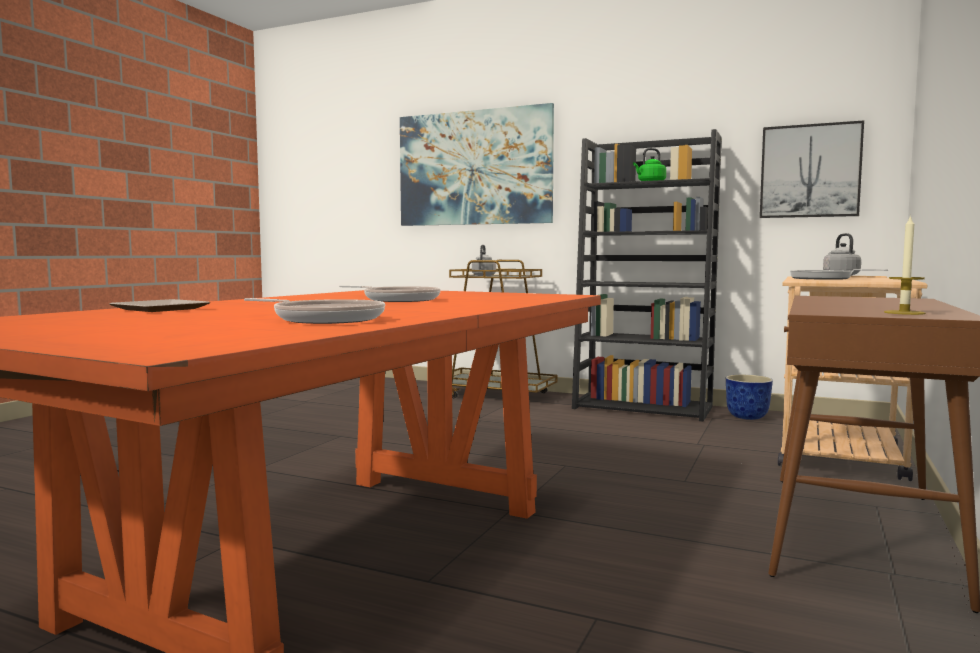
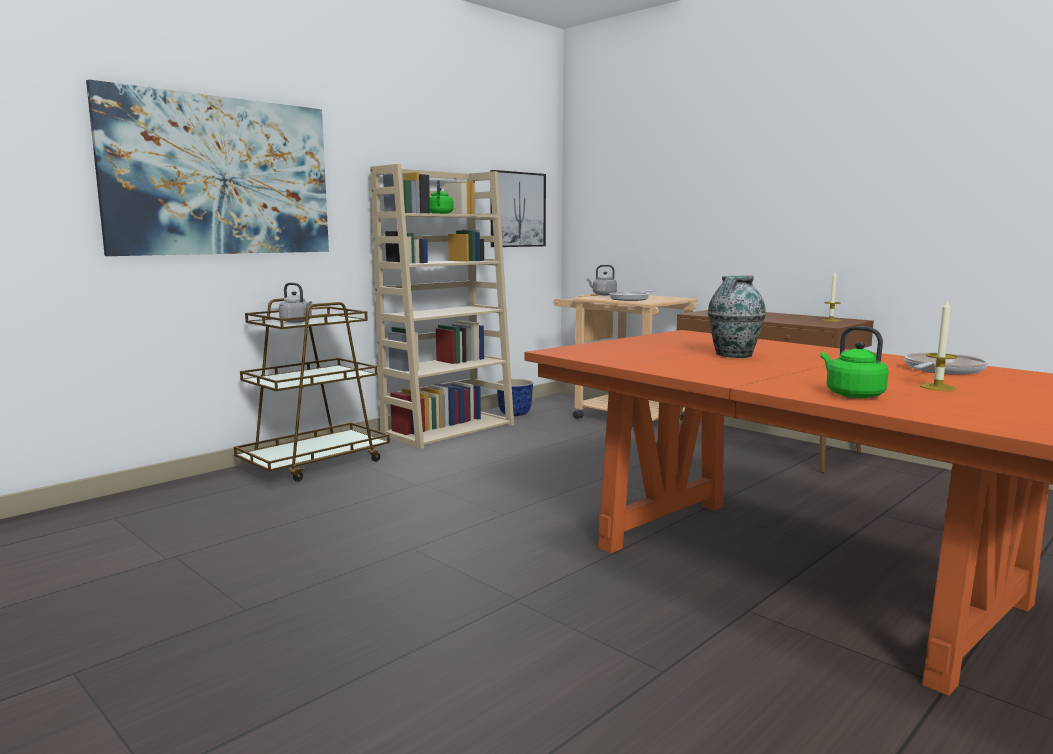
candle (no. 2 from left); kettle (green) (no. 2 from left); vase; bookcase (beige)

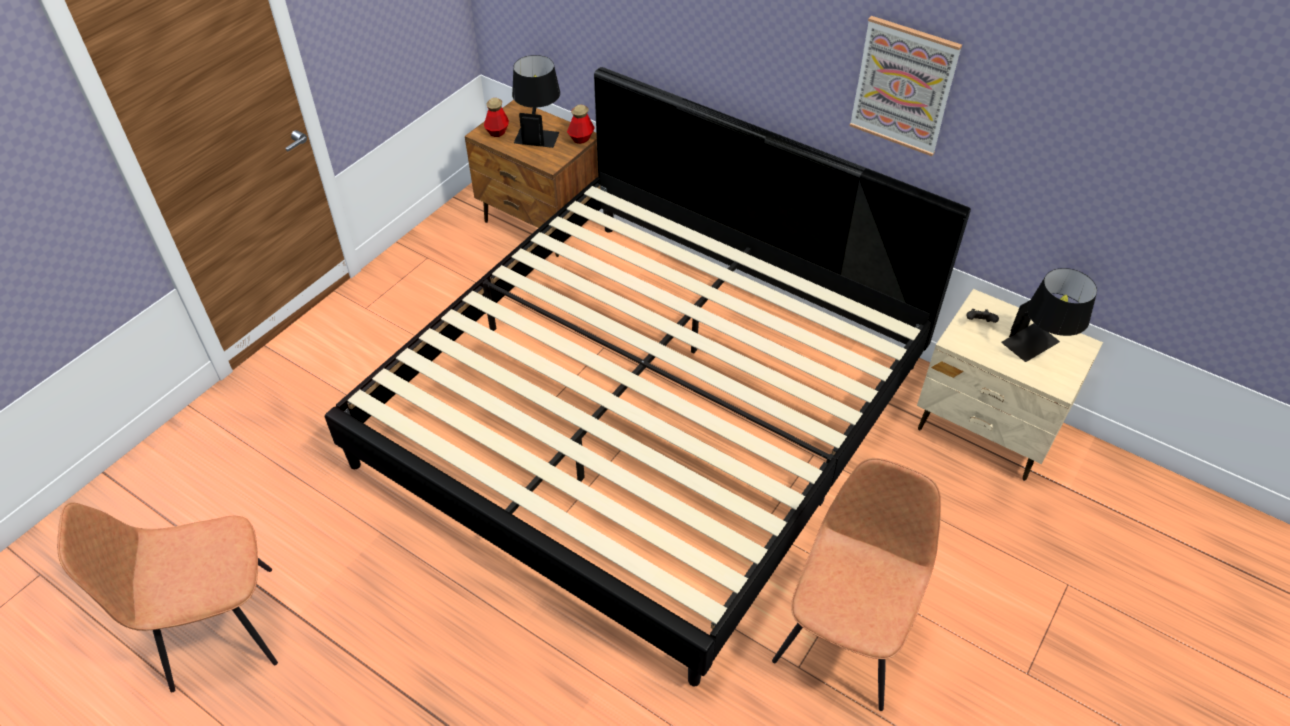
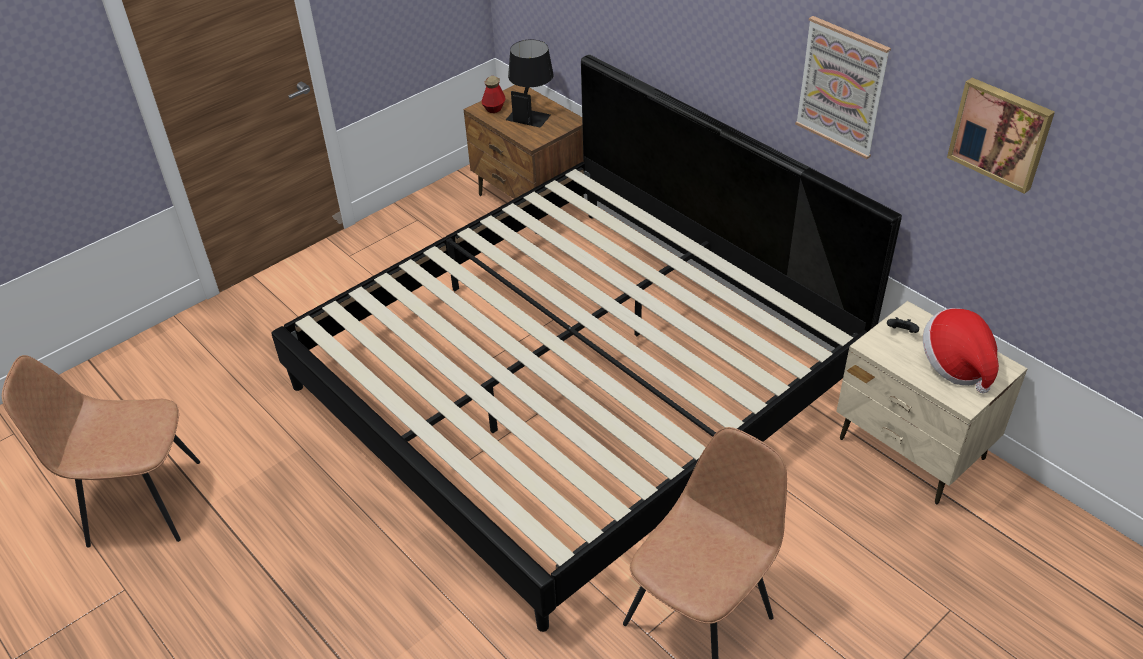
bottle (no. 2 from left in the first image); picture (no. 2 from left); hat

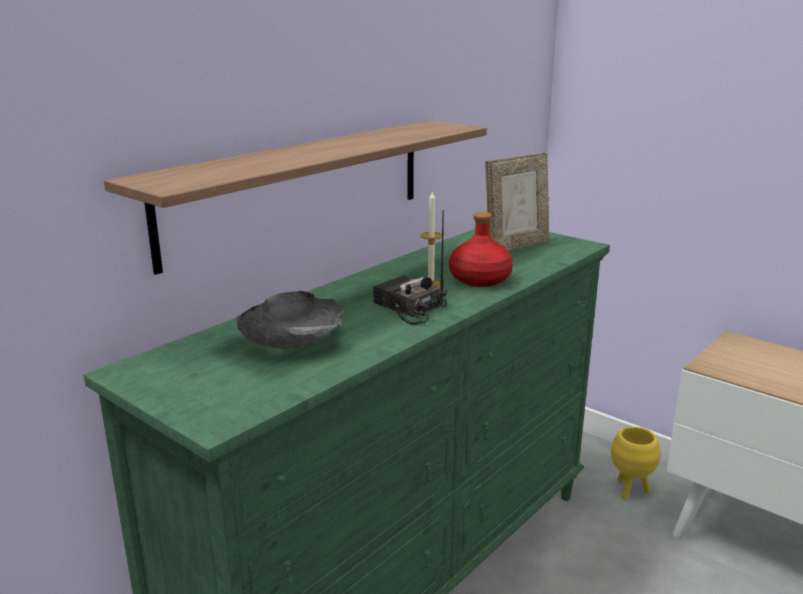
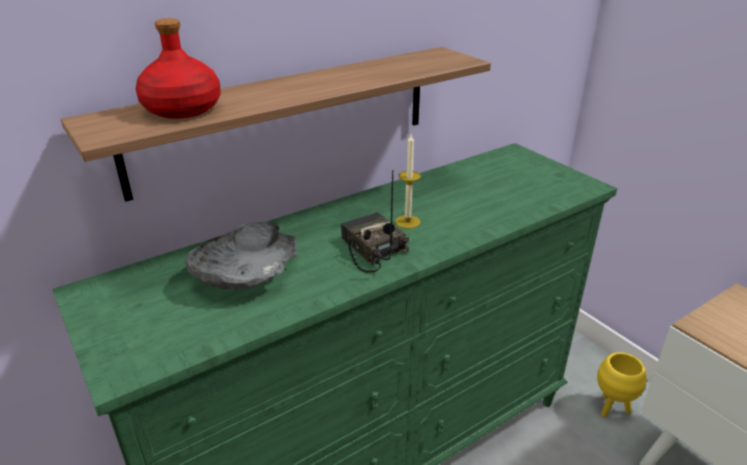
picture frame; bottle (red)

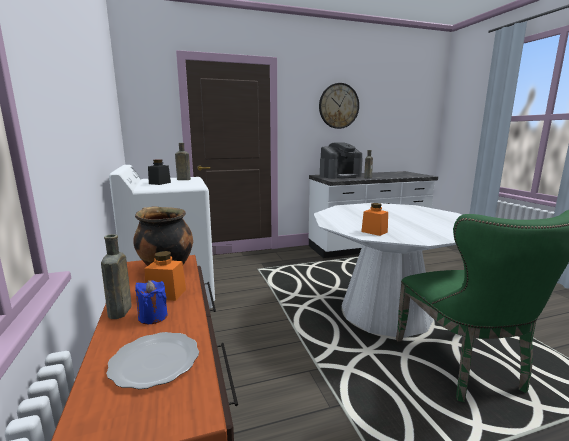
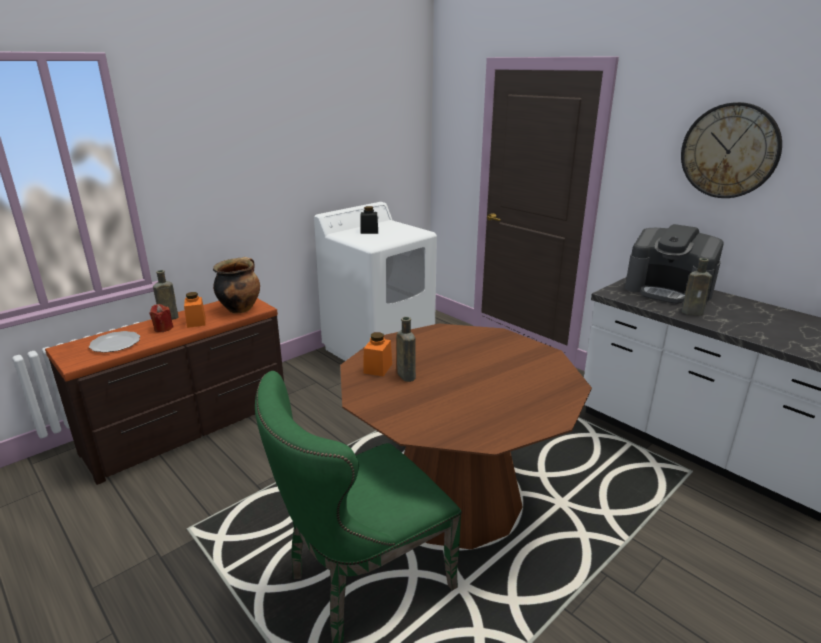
bottle (brown) (no. 2 from left); candle (red); dining table (brown)

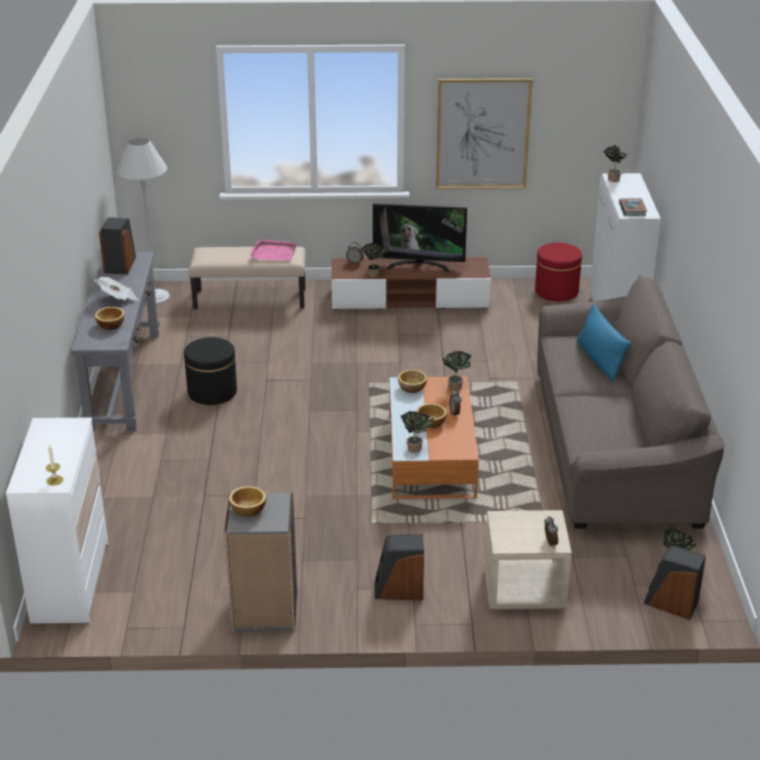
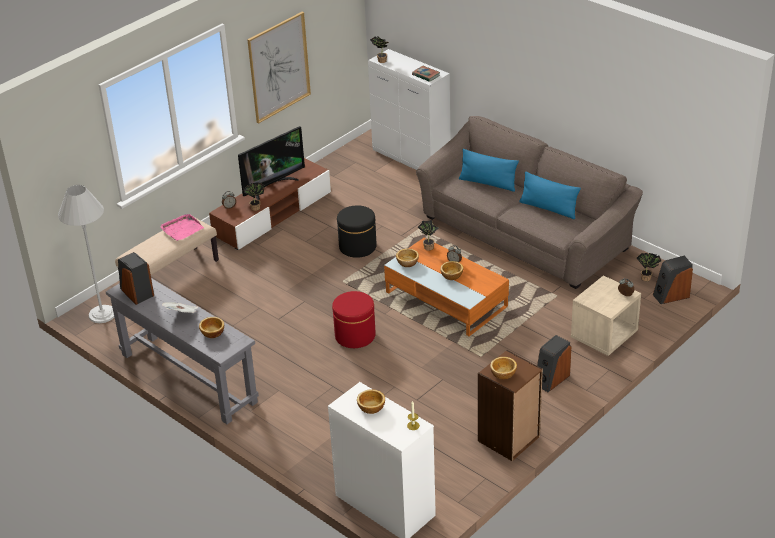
potted plant (no. 2 from left in the first image); bowl (no. 2 from left); pillow (blue) (no. 2 from left); ottoman (black); ottoman (red); bookcase (brown)

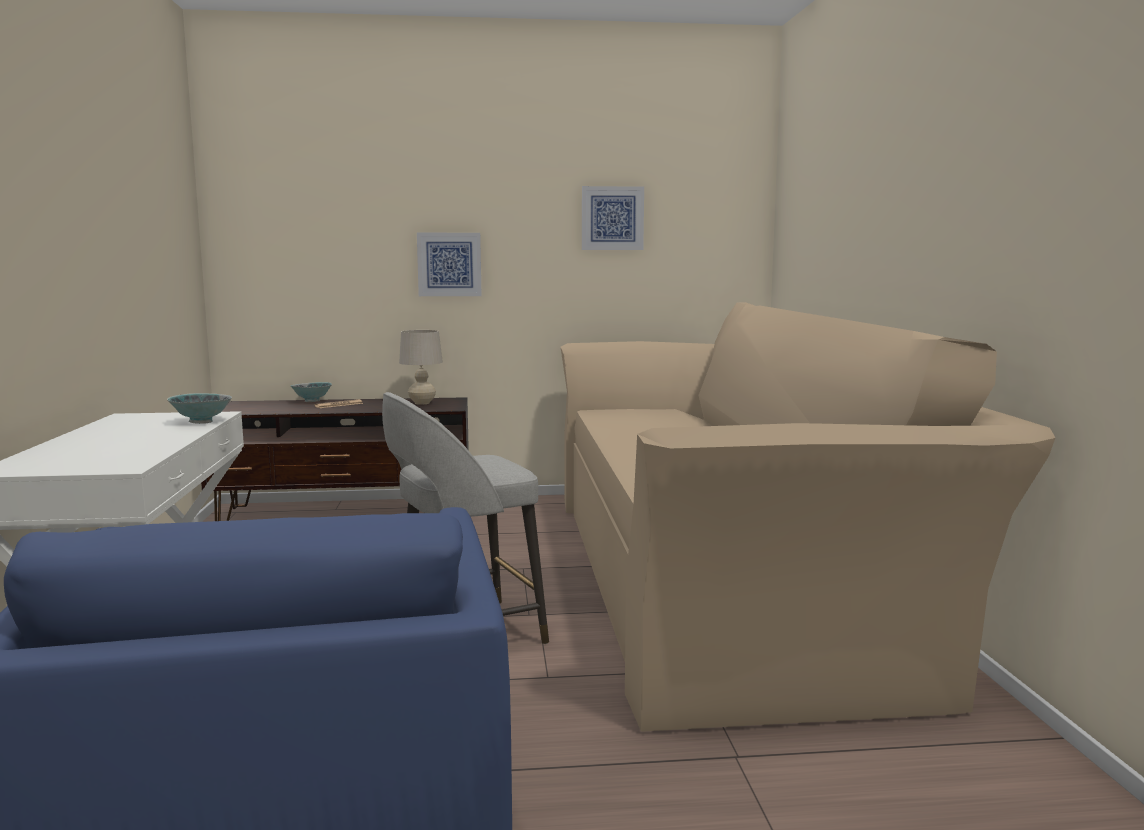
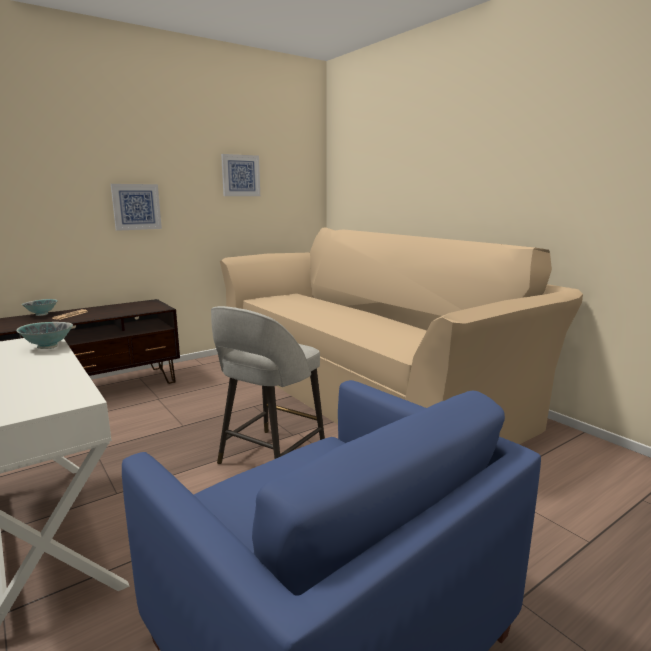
table lamp (beige)

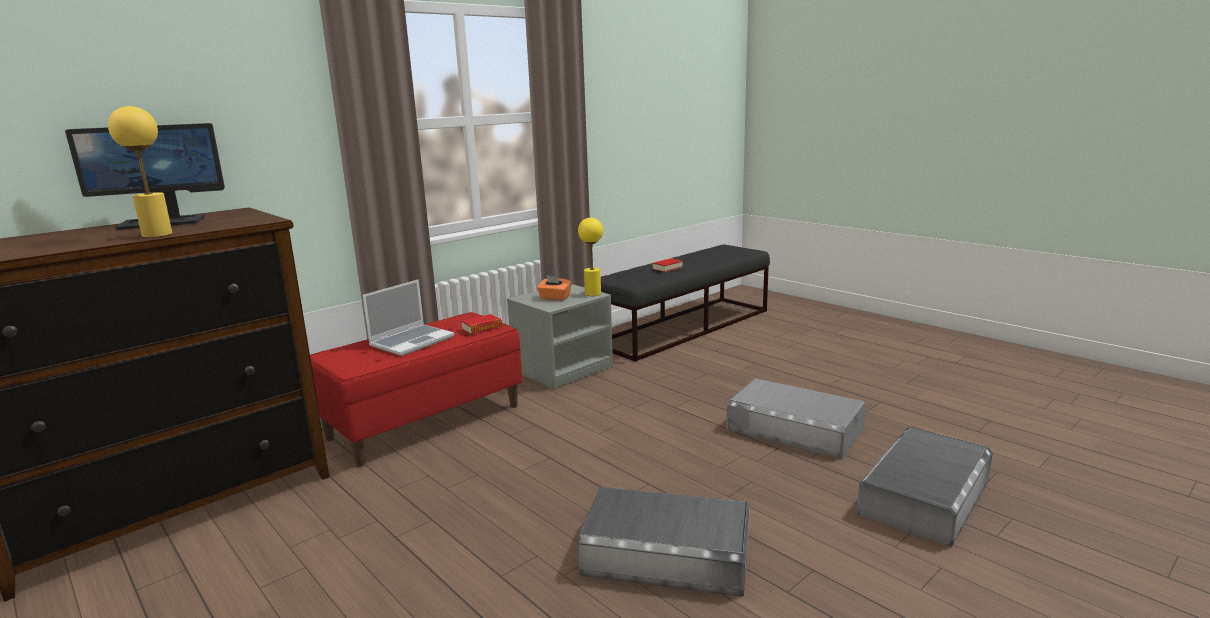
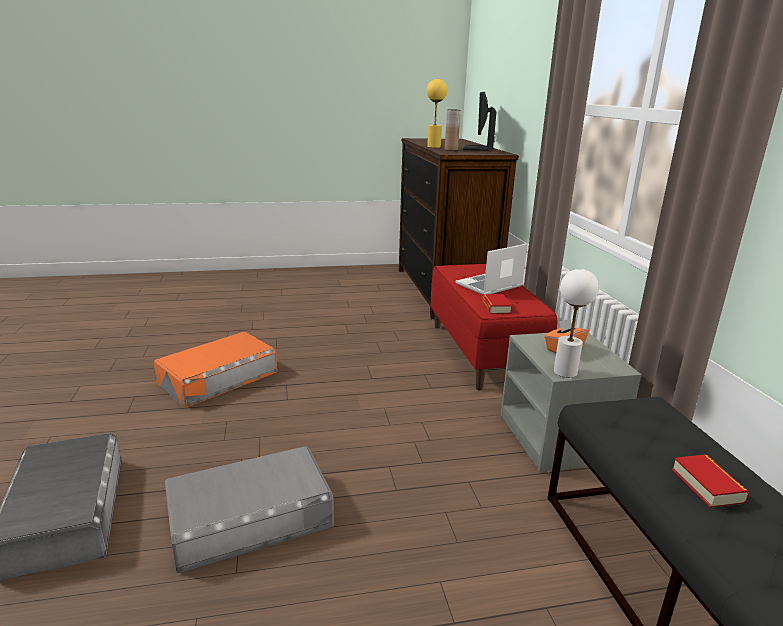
vase (brown); storage box (orange); table lamp (white); laptop

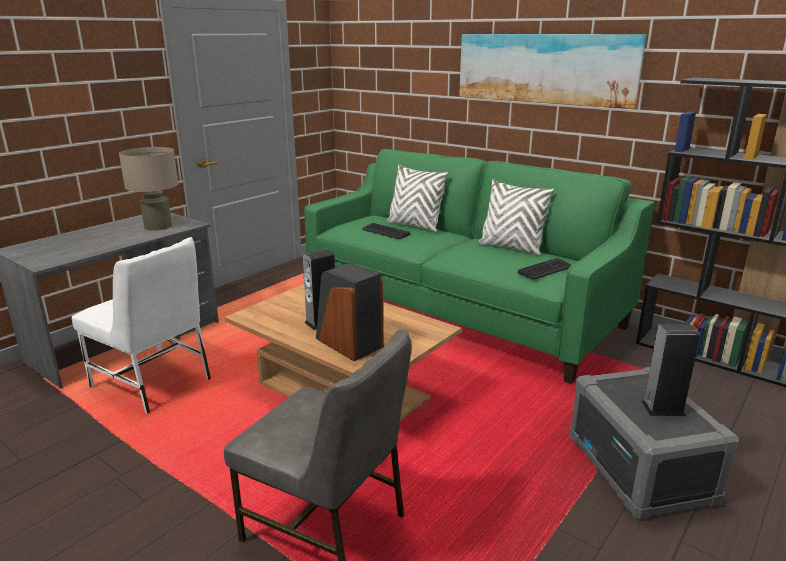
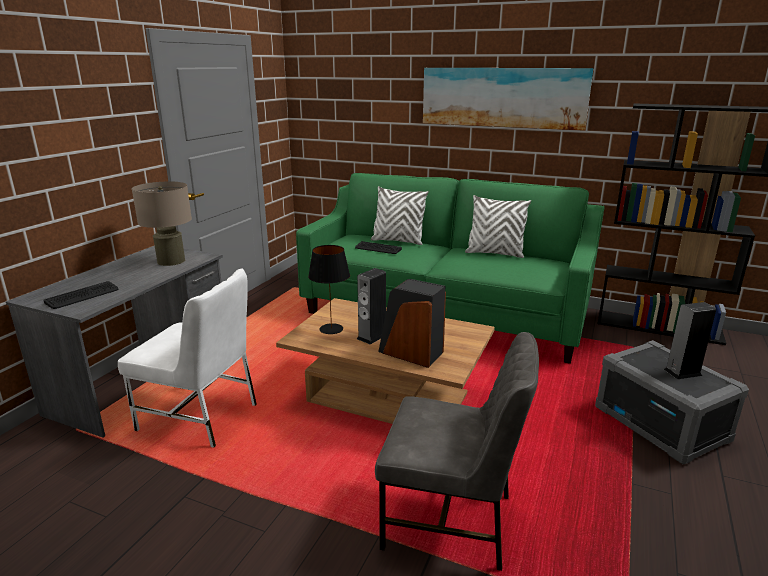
table lamp (black); keyboard (no. 1 from left)

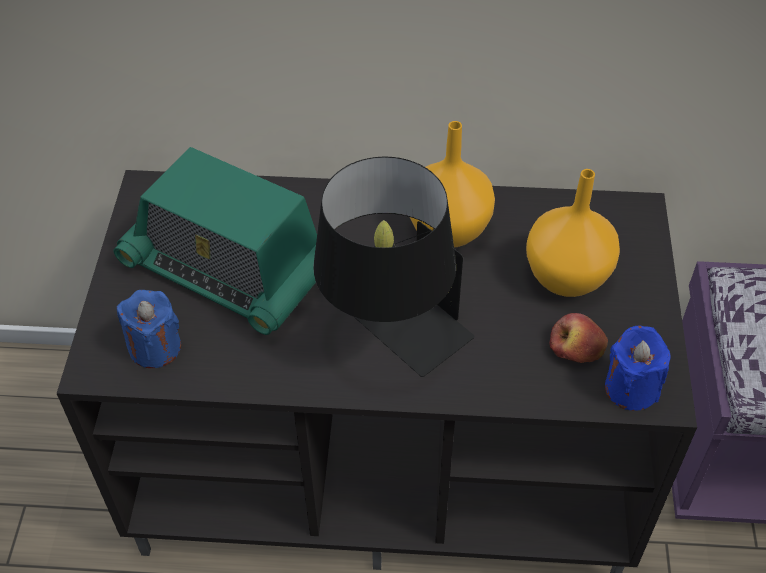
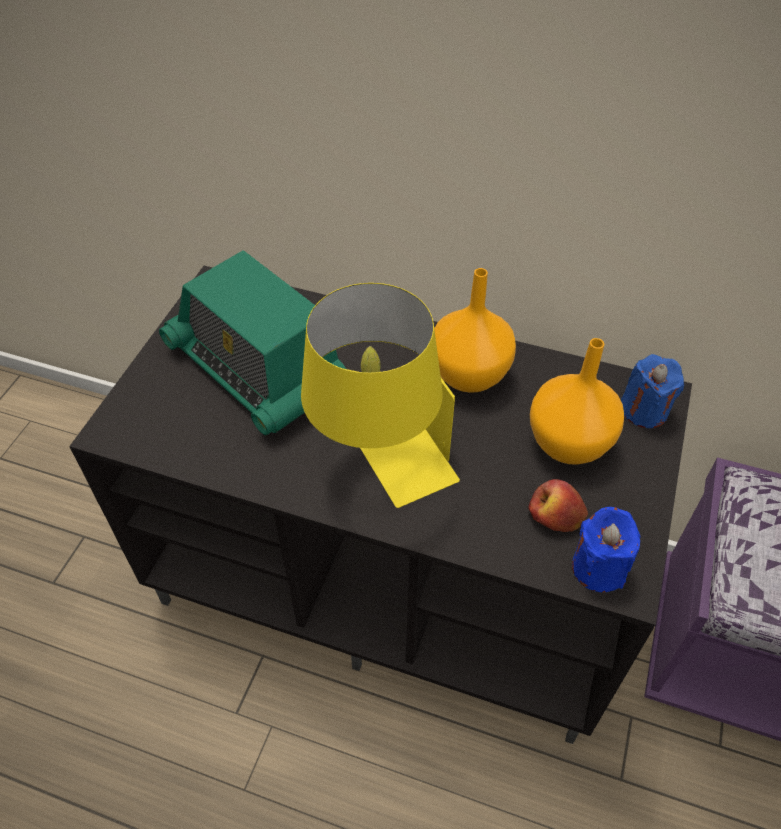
candle (blue) (no. 2 from left); table lamp (yellow)

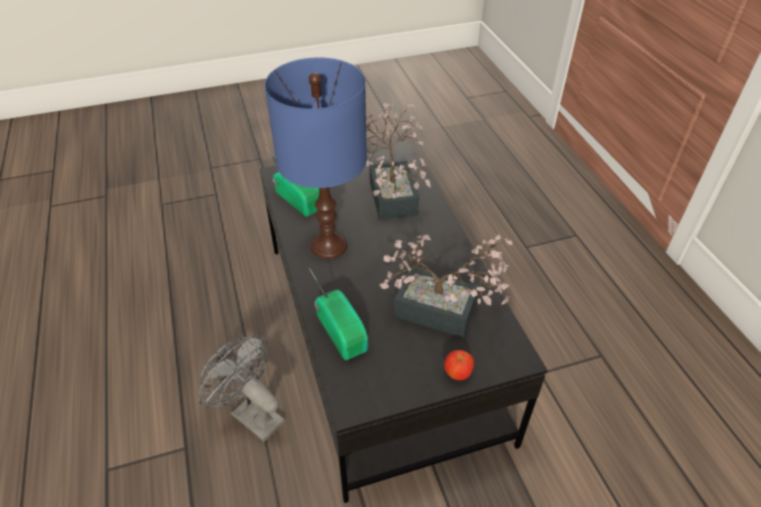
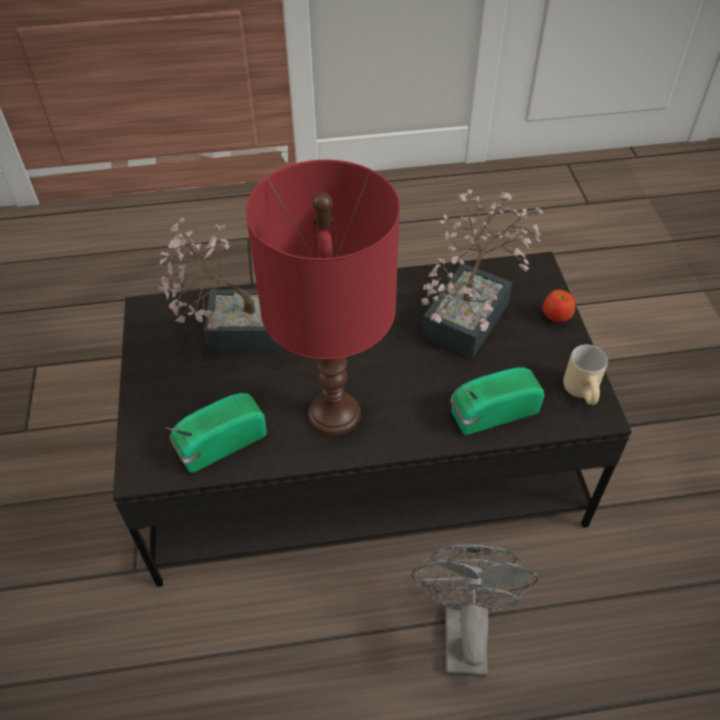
mug (beige); table lamp (red); fan (grey)

